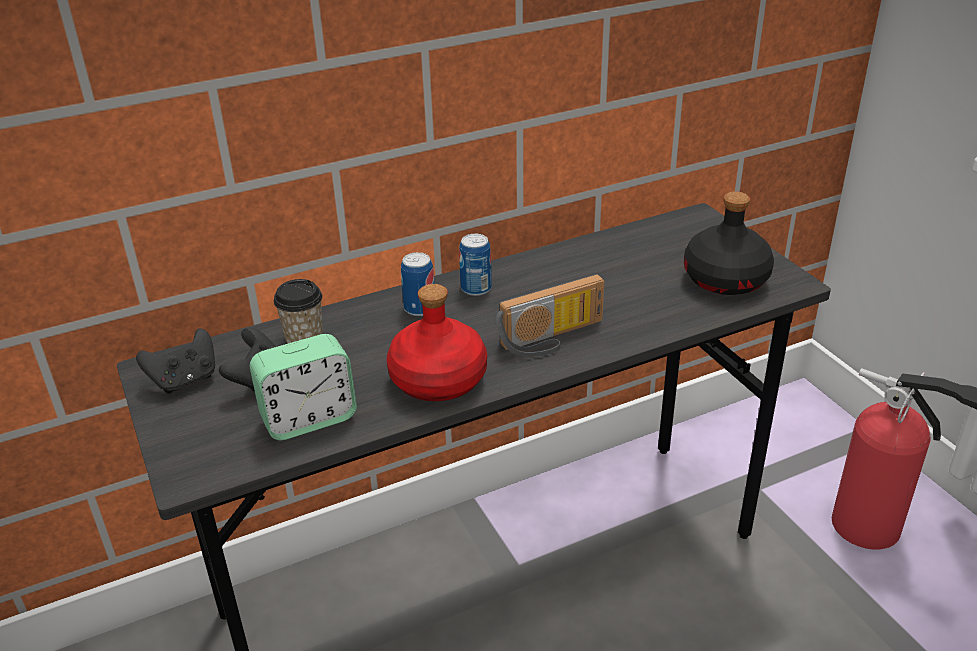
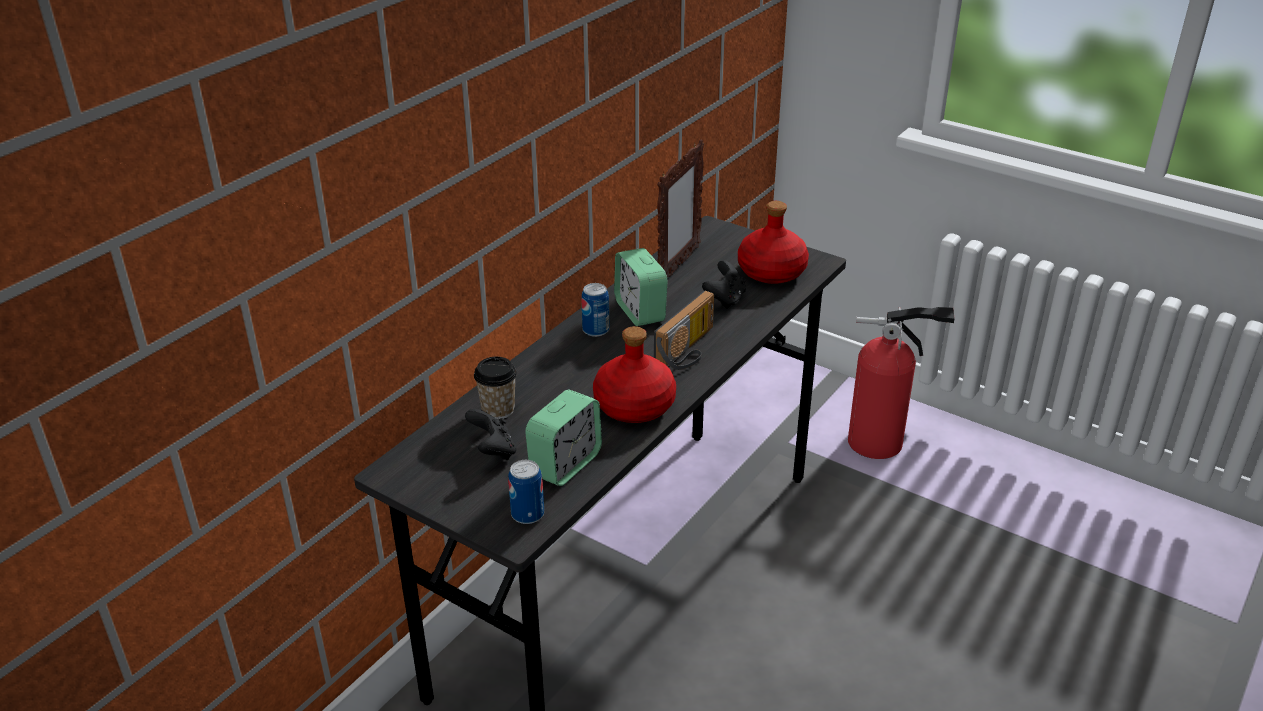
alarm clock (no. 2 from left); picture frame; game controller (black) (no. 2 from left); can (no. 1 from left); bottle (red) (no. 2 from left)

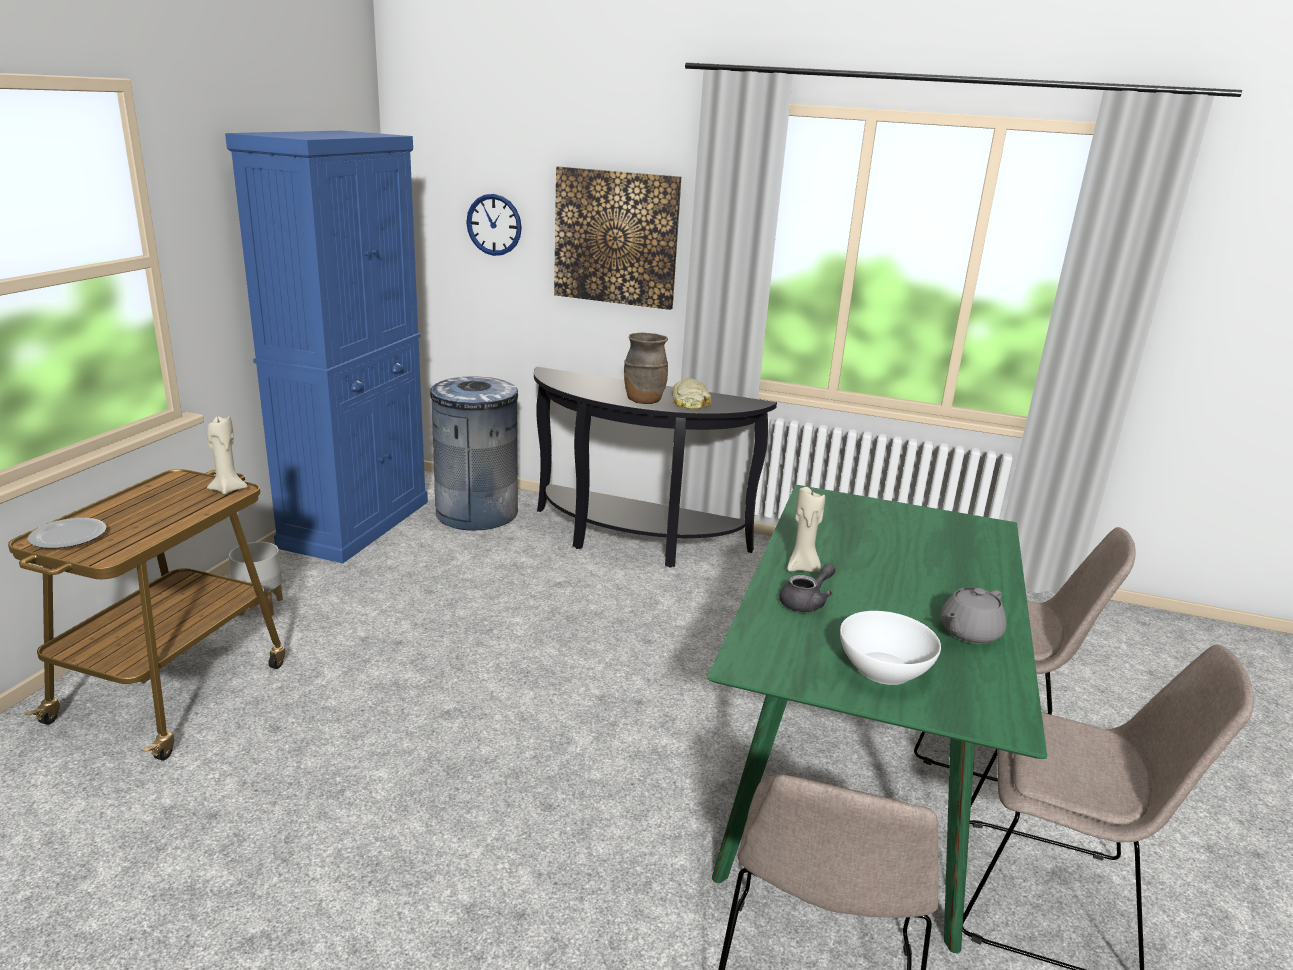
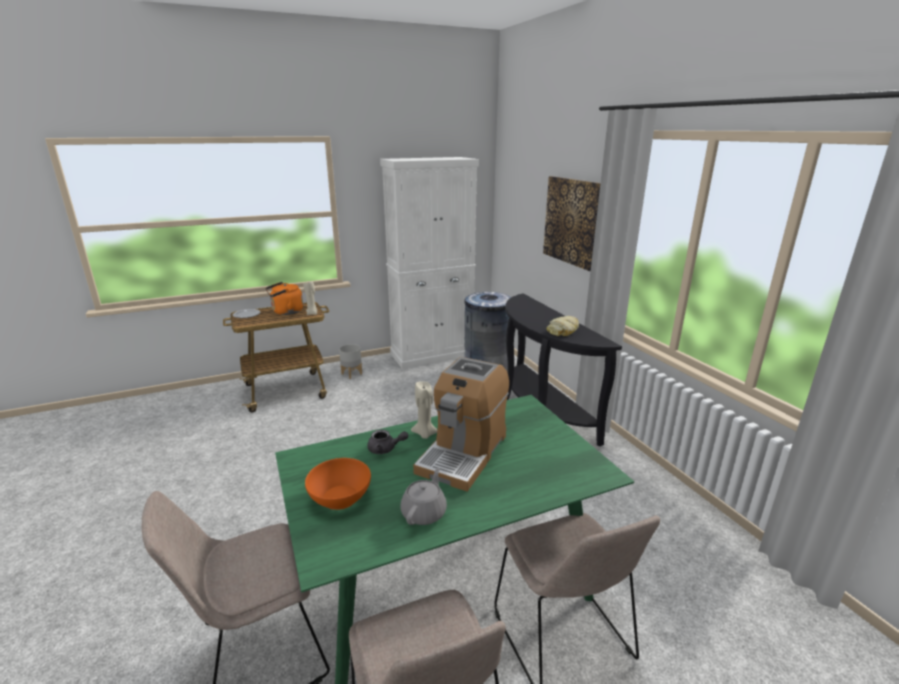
wall clock; vase (brown); kettle (orange); coffee machine; cabinet (white); bowl (orange); teapot (grey) (no. 2 from left)

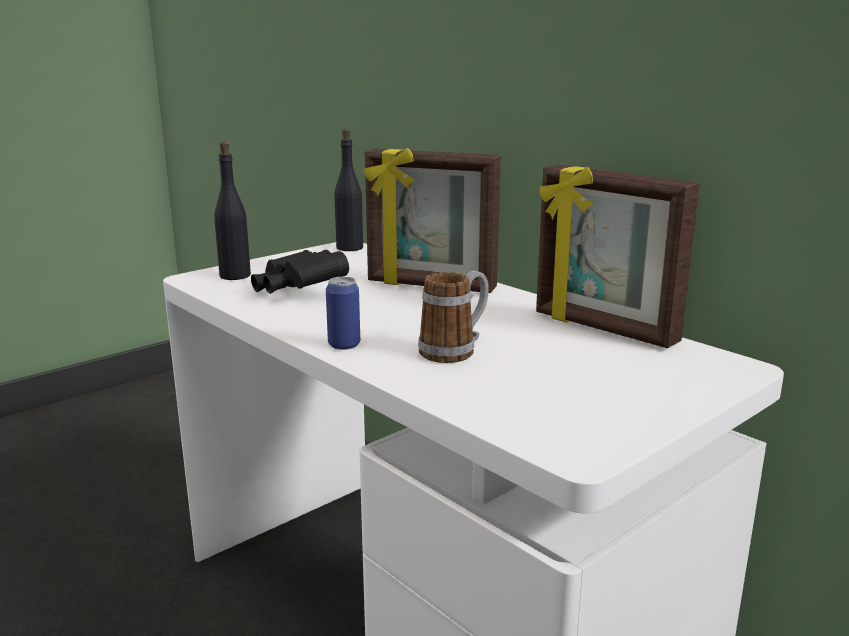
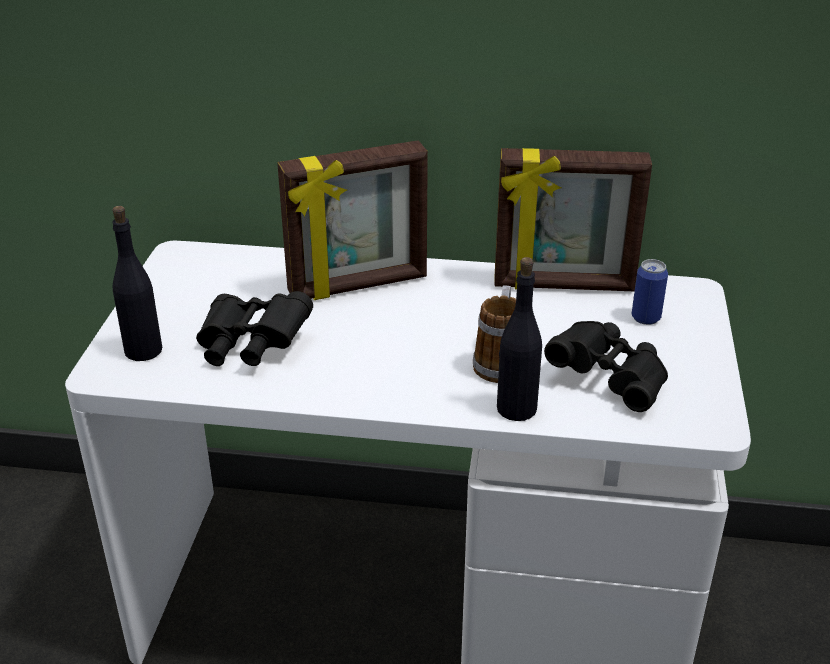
binoculars (black) (no. 2 from left); can; bottle (black) (no. 2 from left)

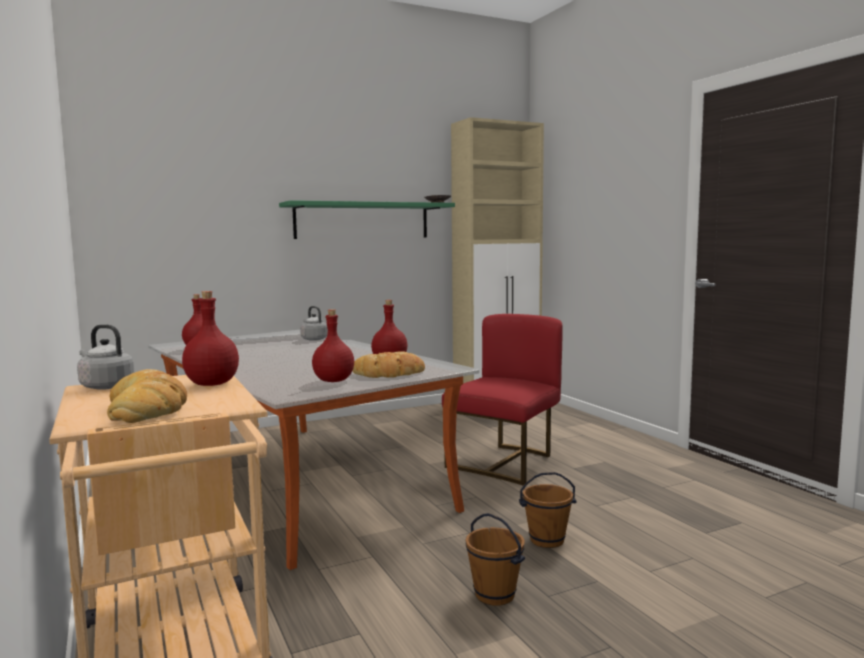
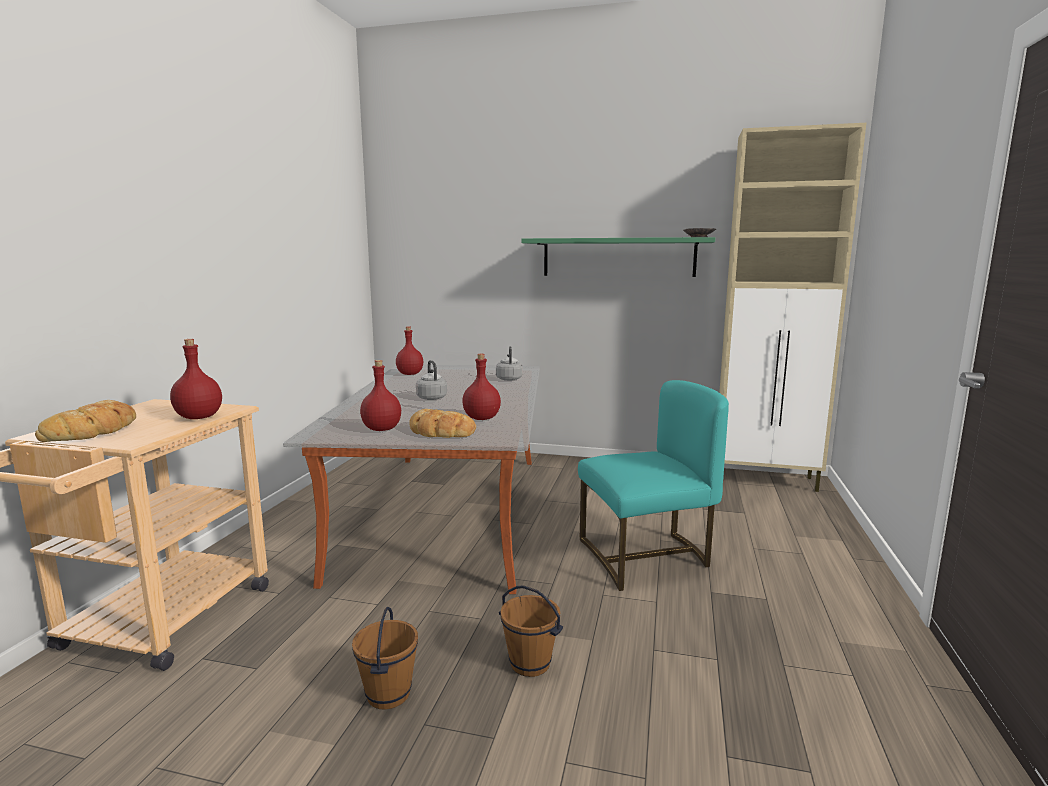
kettle (grey) (no. 1 from left); chair (turquoise)

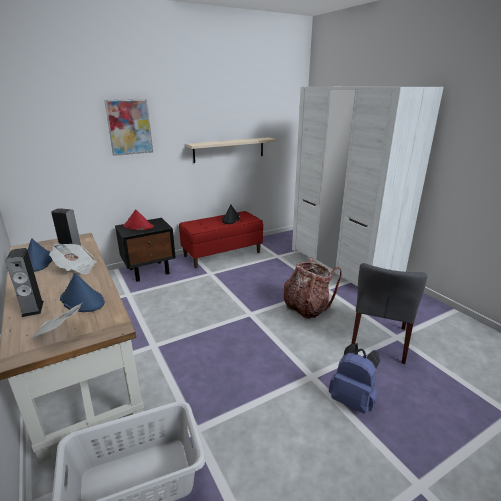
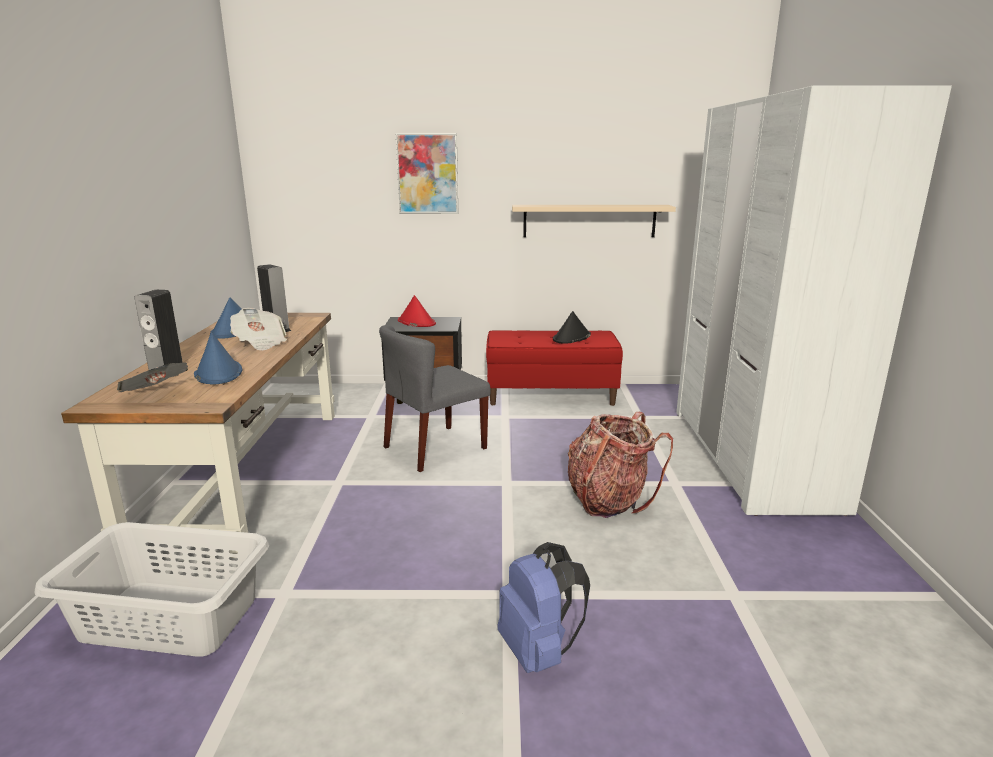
chair (grey)

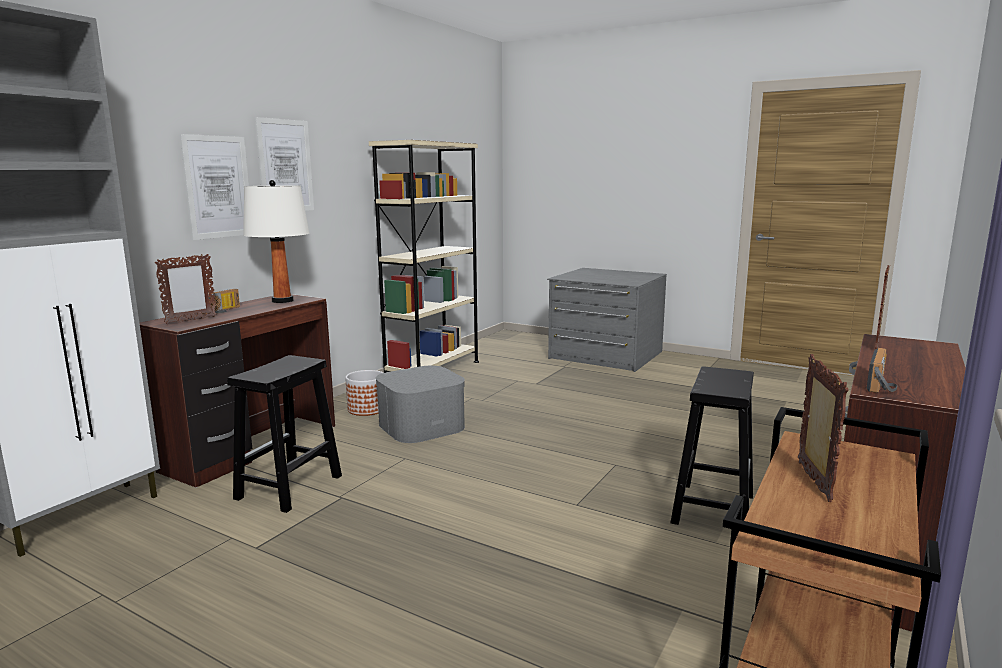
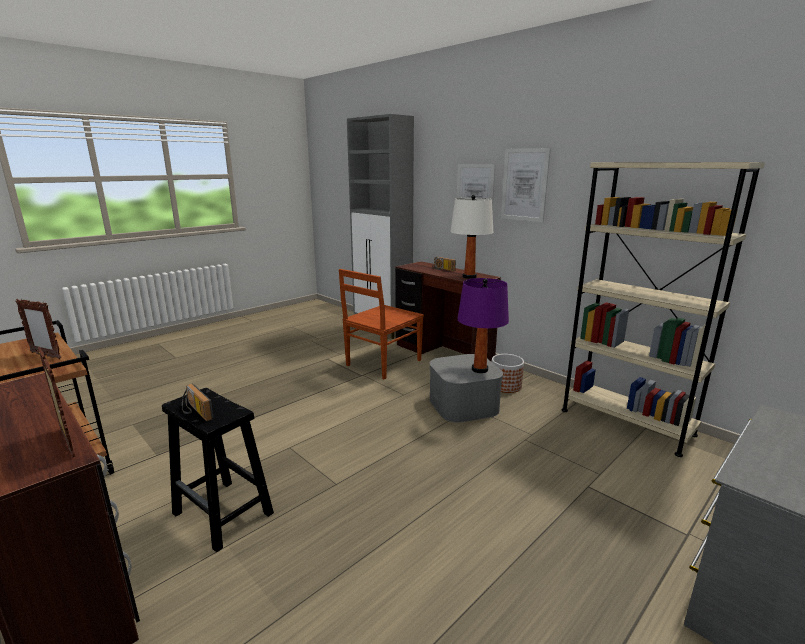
picture frame (no. 1 from left in the first image); table lamp (purple); radio (no. 1 from left); chair (brown)

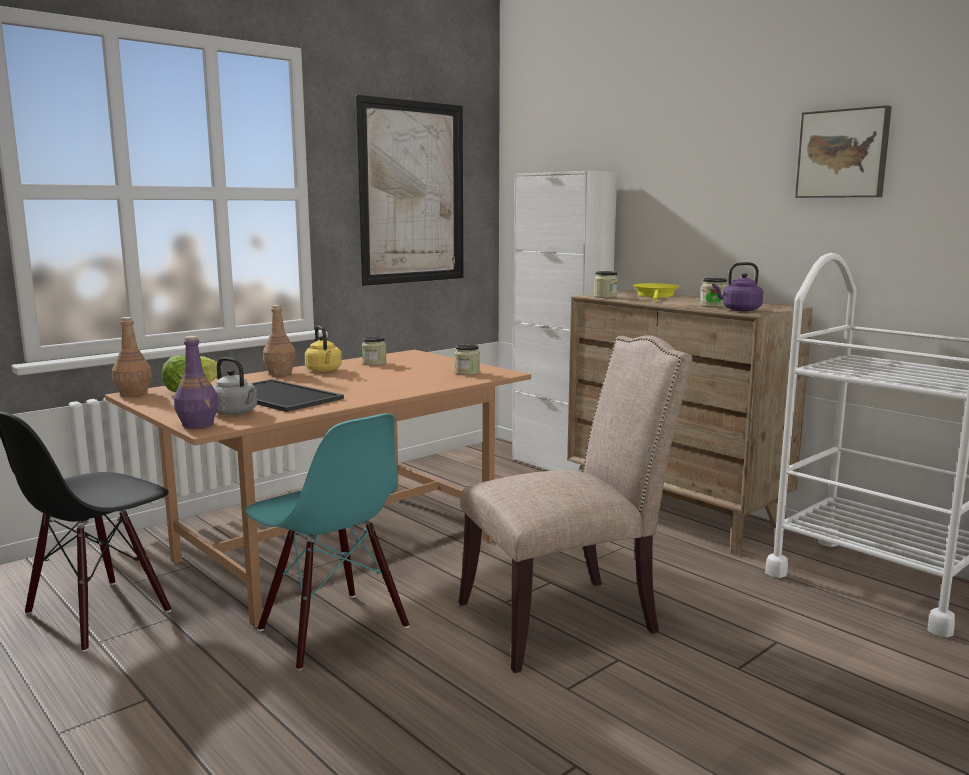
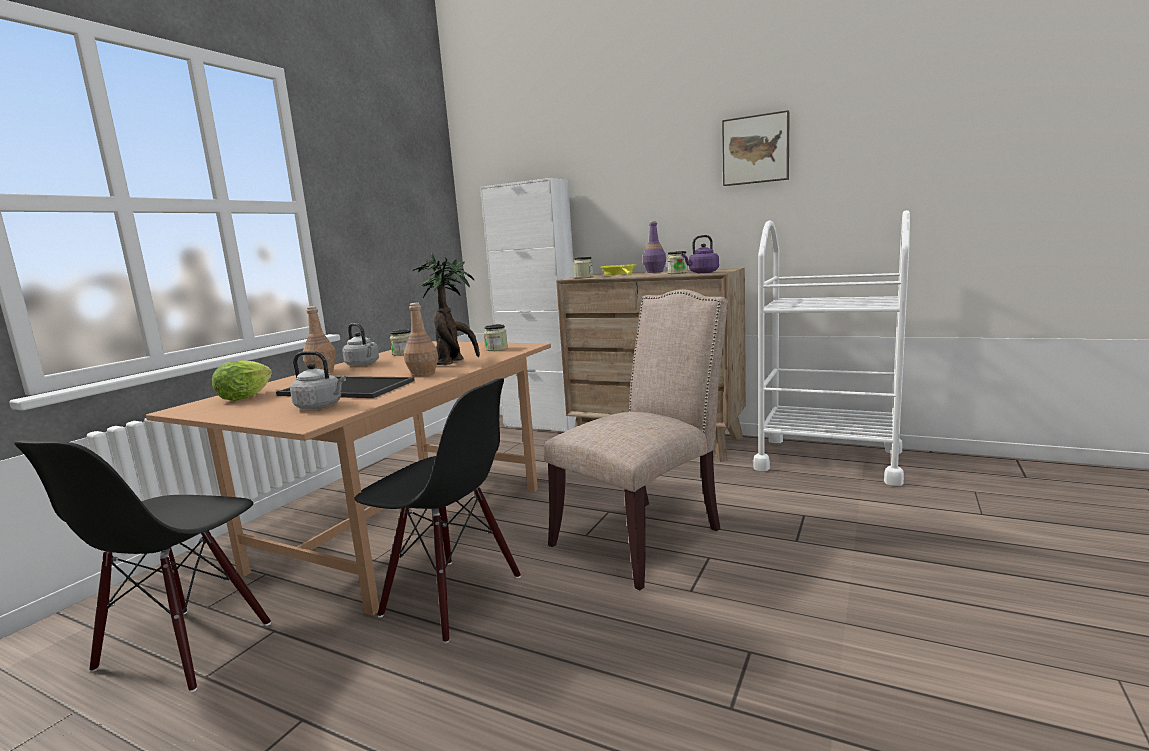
picture (no. 1 from left in the first image); potted plant; bottle (brown) (no. 2 from left); bottle (purple); chair (black) (no. 2 from left); kettle (grey) (no. 2 from left)

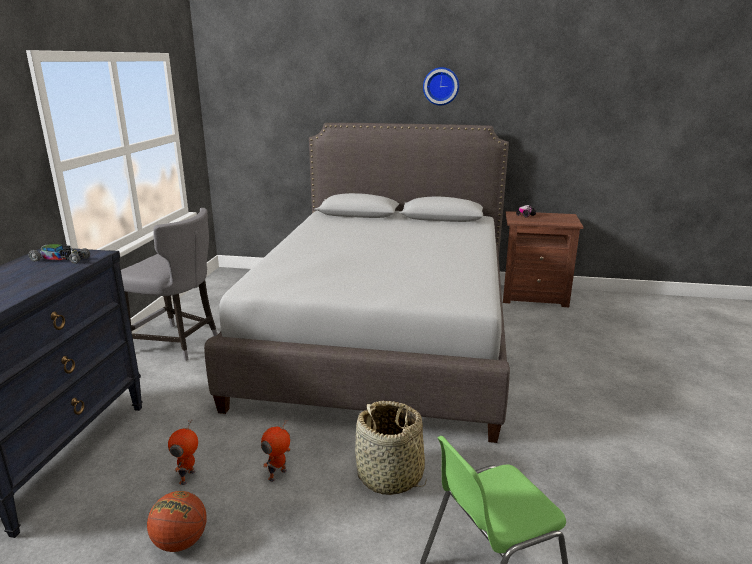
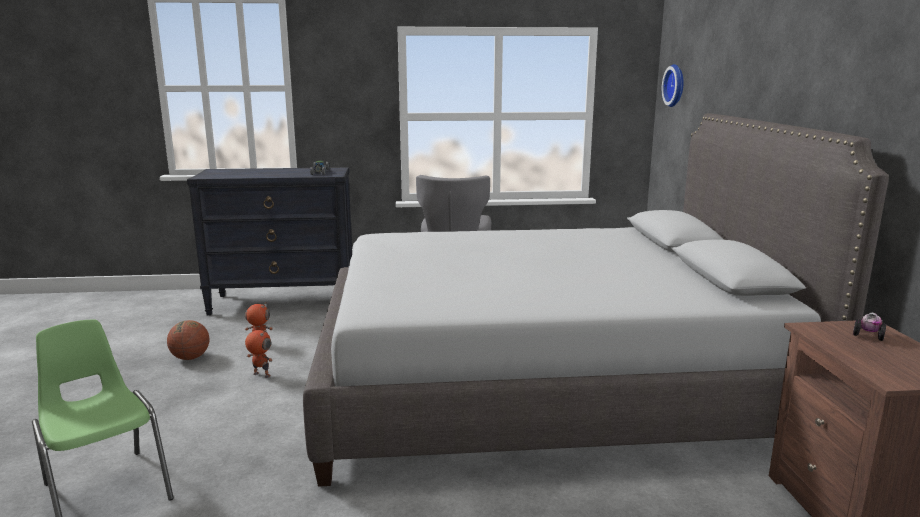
basket; wall clock

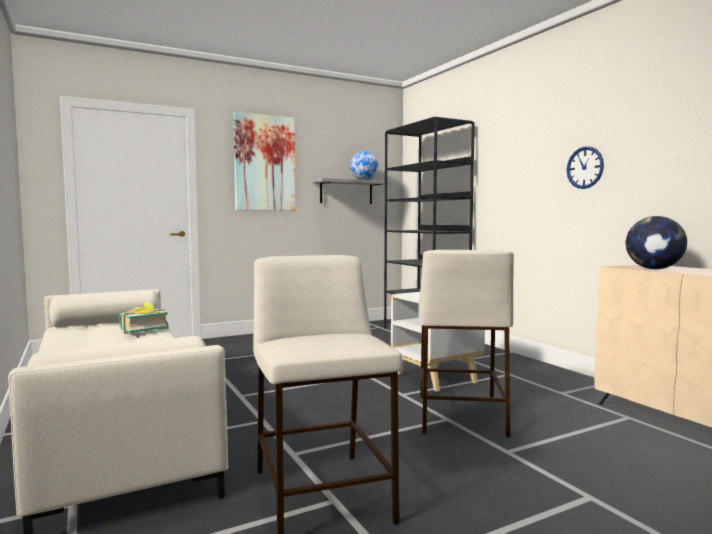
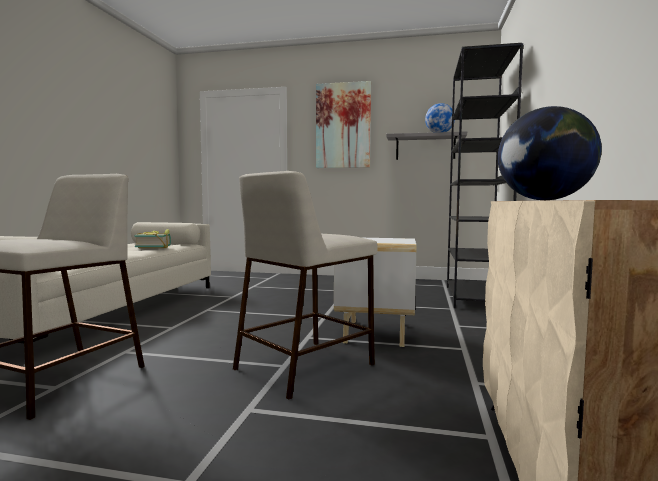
wall clock

